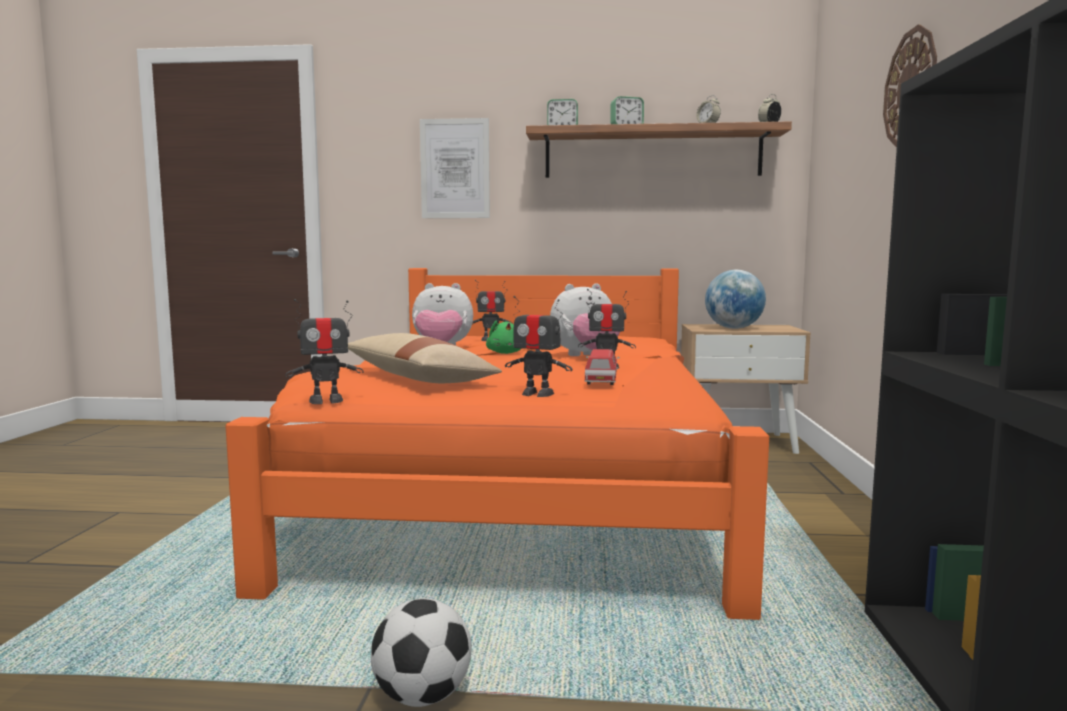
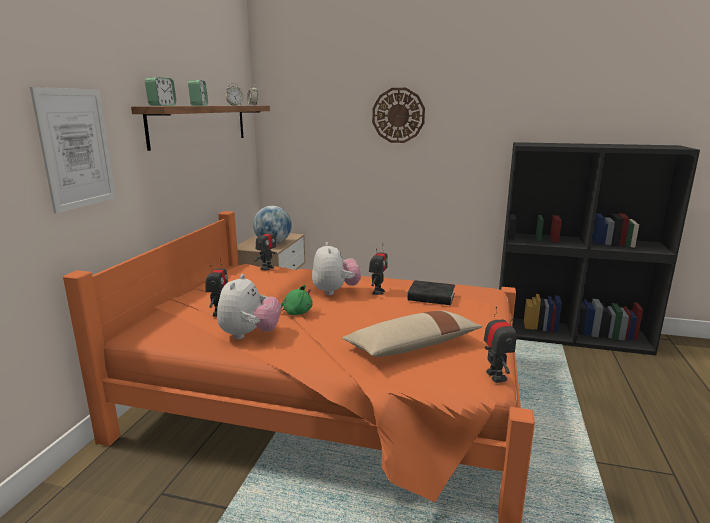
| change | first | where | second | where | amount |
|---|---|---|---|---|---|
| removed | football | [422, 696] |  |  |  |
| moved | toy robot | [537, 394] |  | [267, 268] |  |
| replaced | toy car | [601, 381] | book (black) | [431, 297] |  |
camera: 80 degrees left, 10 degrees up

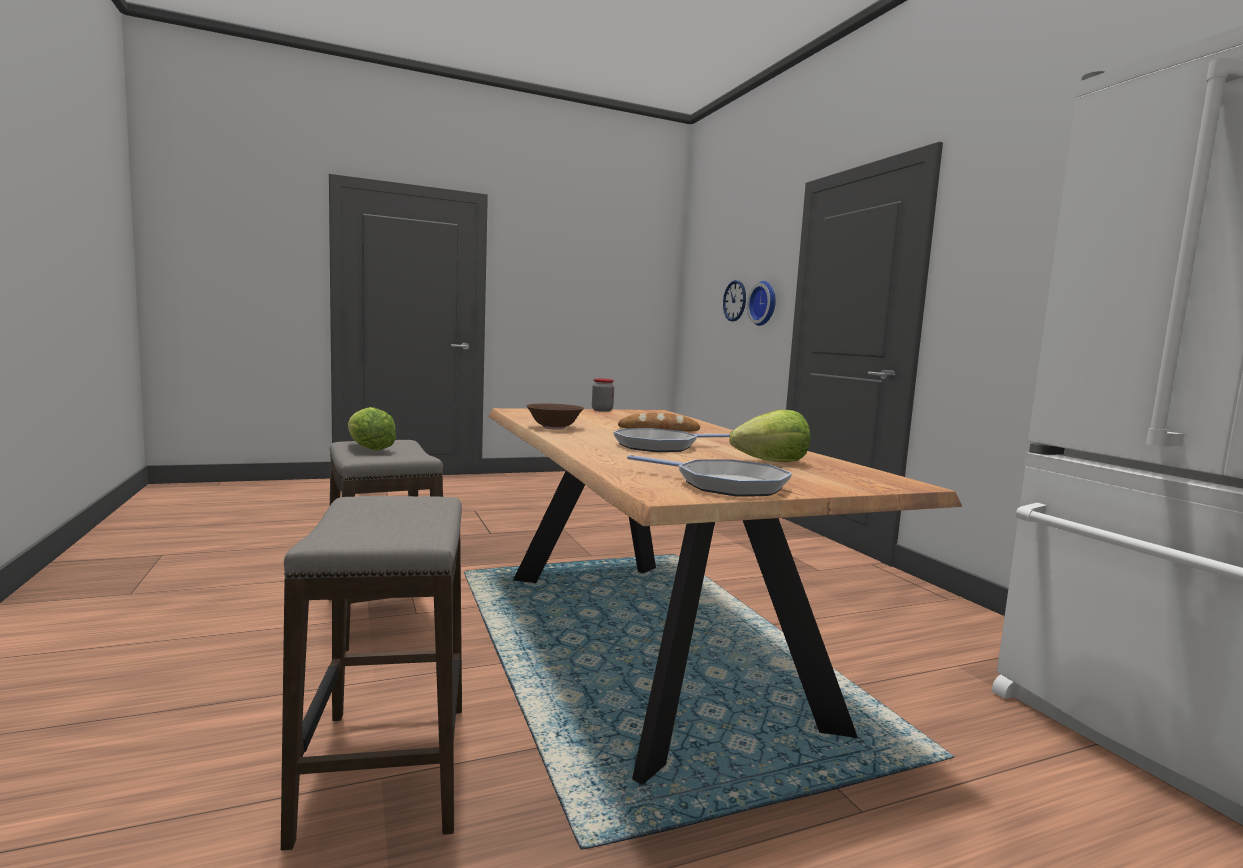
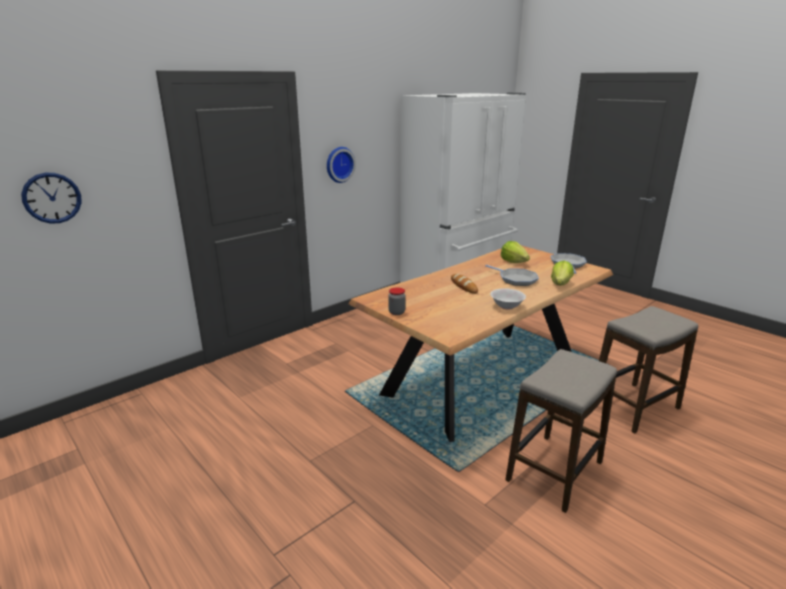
| change | first | where | second | where | amount |
|---|---|---|---|---|---|
| moved | lettuce | [368, 448] |  | [560, 284] |  |
| recoloured | bowl (brown) | [554, 427] | bowl (white) | [506, 306] |  |
| moved | wall clock | [764, 303] |  | [339, 164] |  |
camera: 110 degrees left, 15 degrees up

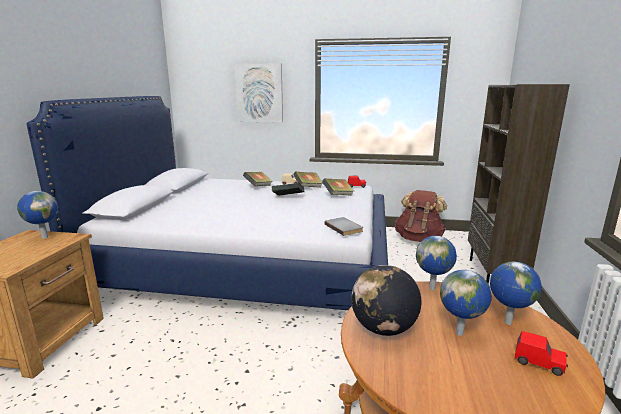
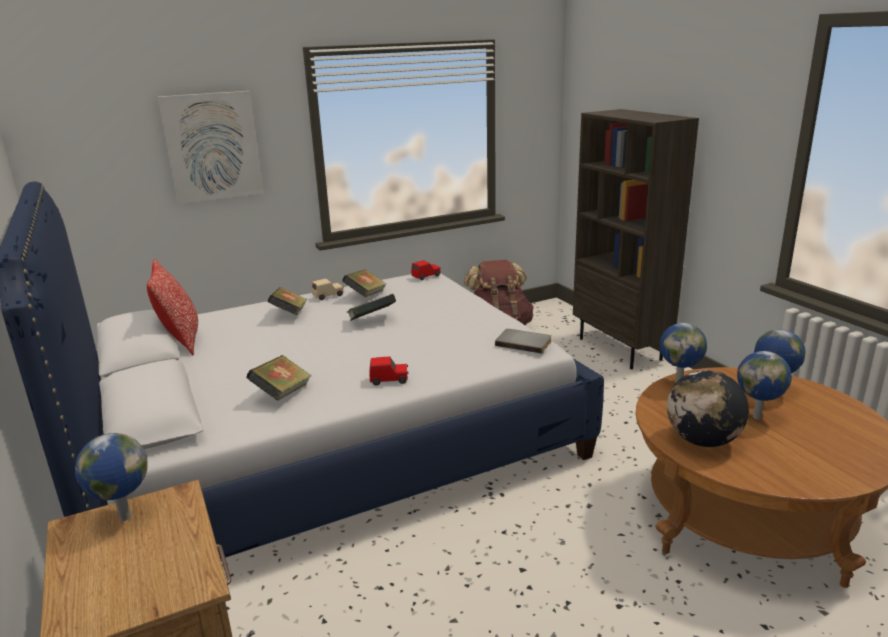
| change | first | where | second | where | amount |
|---|---|---|---|---|---|
| moved | book | [338, 195] |  | [282, 393] |  |
| moved | toy car (red) | [539, 363] |  | [389, 380] |  |
| added |  |  | pillow | [181, 340] |  |
camera: 35 degrees left, 5 degrees up

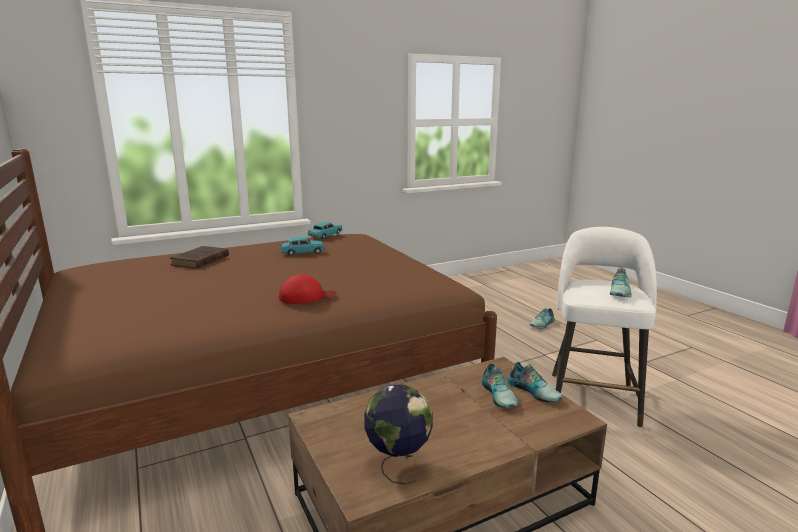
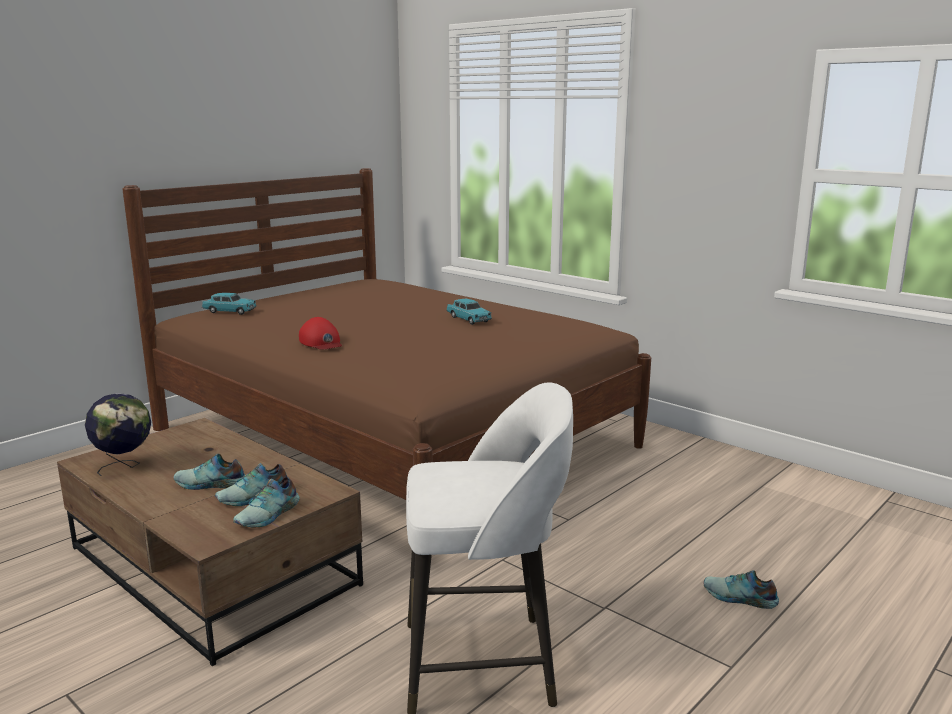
| change | first | where | second | where | amount |
|---|---|---|---|---|---|
| removed | book (brown) | [199, 261] |  |  |  |
| moved | toy car (turquoise) | [325, 236] |  | [229, 311] |  |
| moved | shoe | [620, 291] |  | [210, 484] |  |
camera: 70 degrees right, 0 degrees up

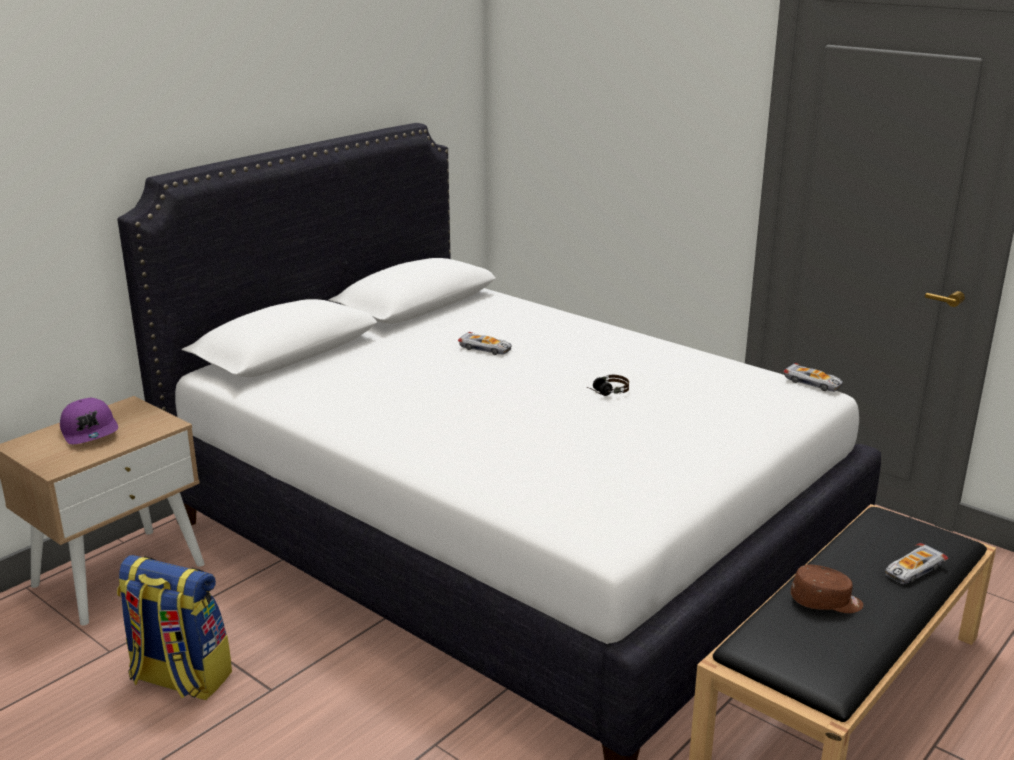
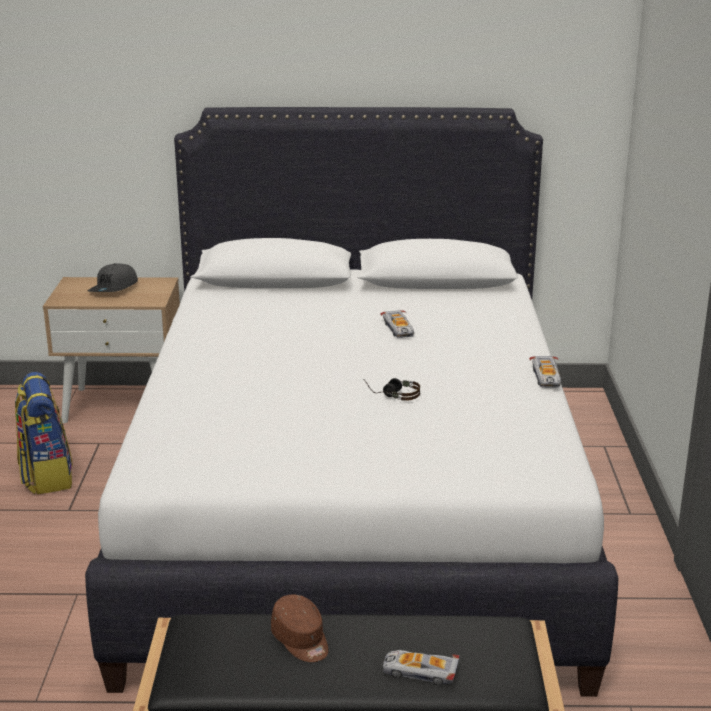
| change | first | where | second | where | amount |
|---|---|---|---|---|---|
| recoloured | cap (purple) | [90, 432] | cap (grey) | [114, 288] |  |
| moved | toy car | [813, 383] |  | [546, 377] |  |
camera: 50 degrees right, 0 degrees up

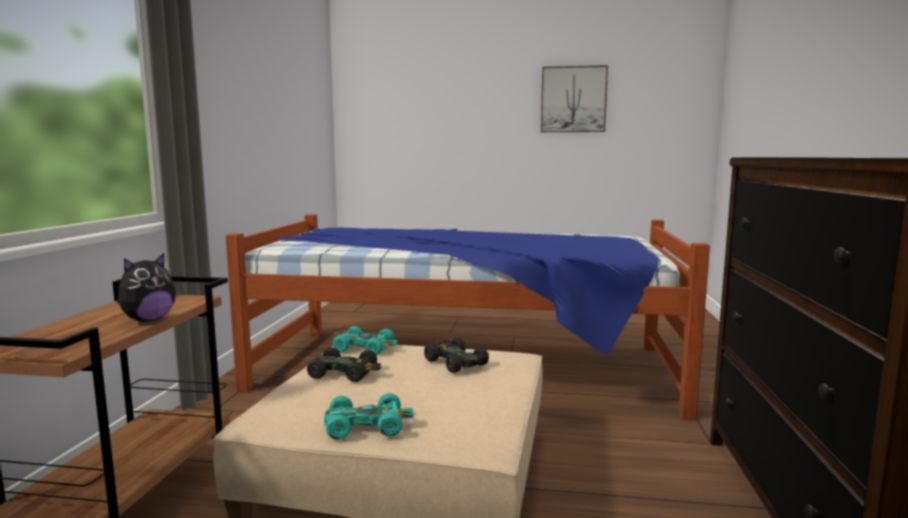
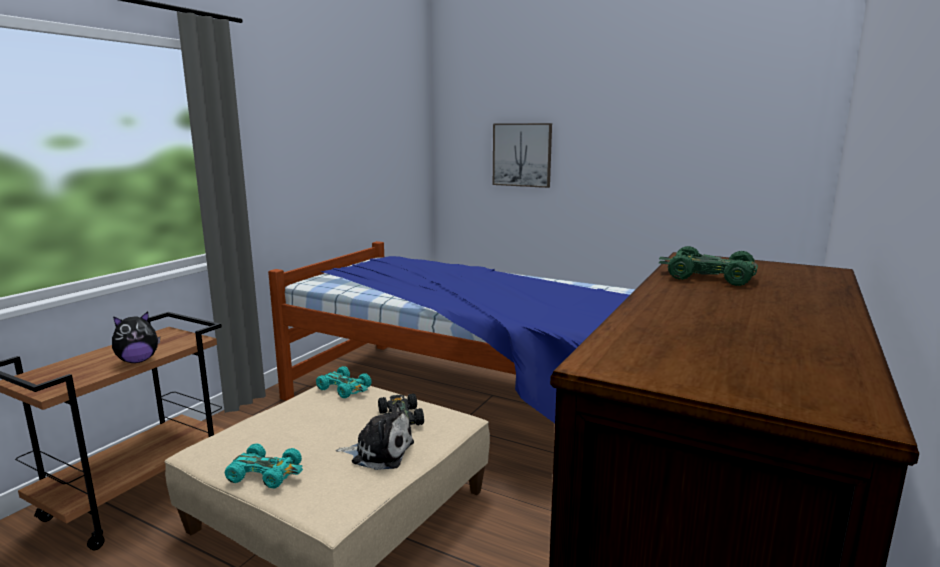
| change | first | where | second | where | amount |
|---|---|---|---|---|---|
| removed | toy car (black) | [344, 373] |  |  |  |
| moved | picture | [573, 99] |  | [522, 155] |  |
| added |  |  | plush toy | [379, 452] |  |
| added |  |  | toy car (green) | [708, 276] |  |
camera: 20 degrees right, 5 degrees up

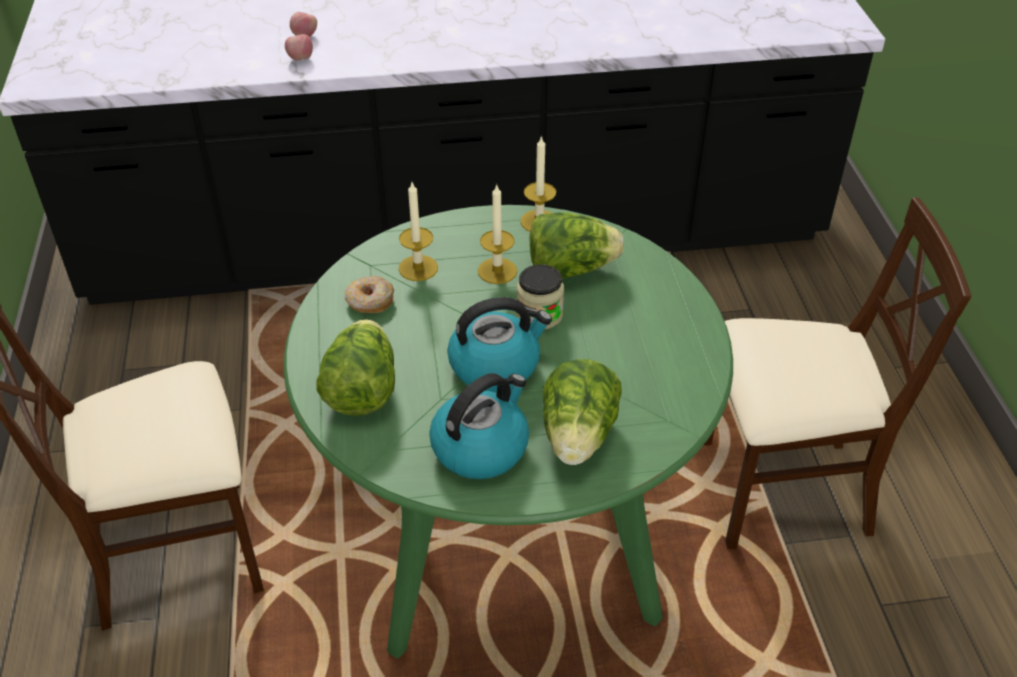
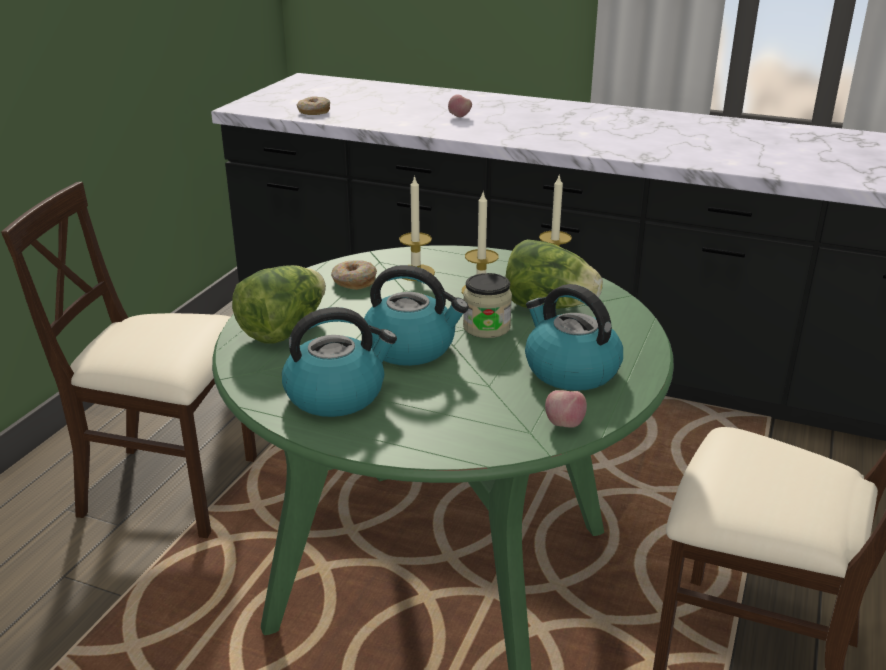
| change | first | where | second | where | amount |
|---|---|---|---|---|---|
| moved | apple | [300, 59] |  | [564, 424] |  |
| removed | lettuce | [578, 437] |  |  |  |
| added |  |  | donut | [314, 112] |  |
| added |  |  | kettle | [570, 370] |  |
camera: 30 degrees right, 15 degrees down

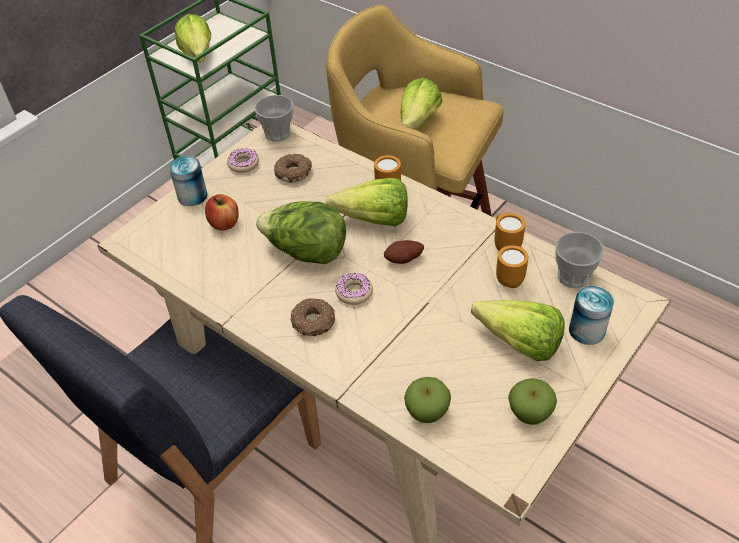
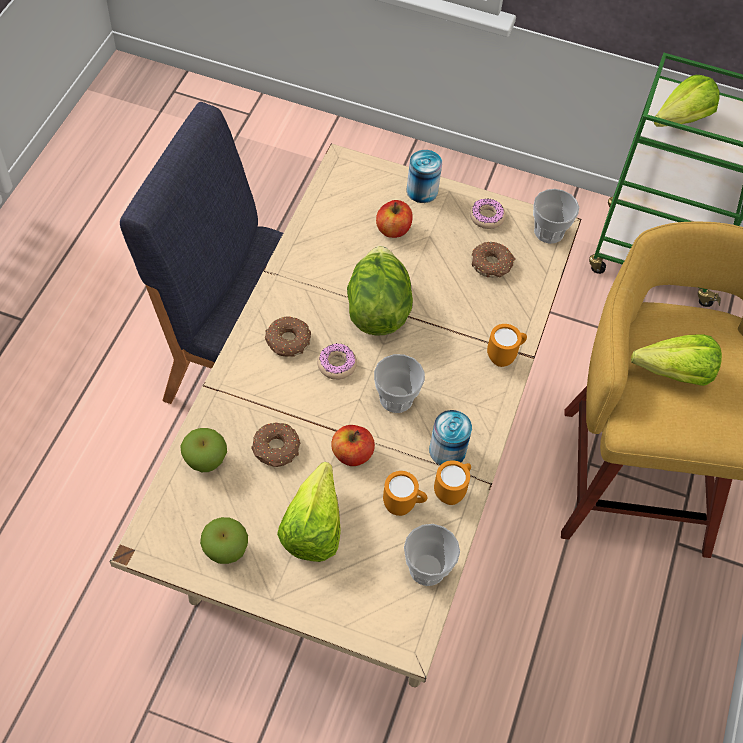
| change | first | where | second | where | amount |
|---|---|---|---|---|---|
| removed | lettuce | [367, 219] |  |  |  |
| replaced | potato | [404, 260] | cup | [396, 398] |  |
| moved | can | [586, 330] |  | [447, 450] |  |
| added |  |  | donut | [276, 449] |  |
| added |  |  | apple | [352, 454] |  |
camera: 65 degrees right, 10 degrees up

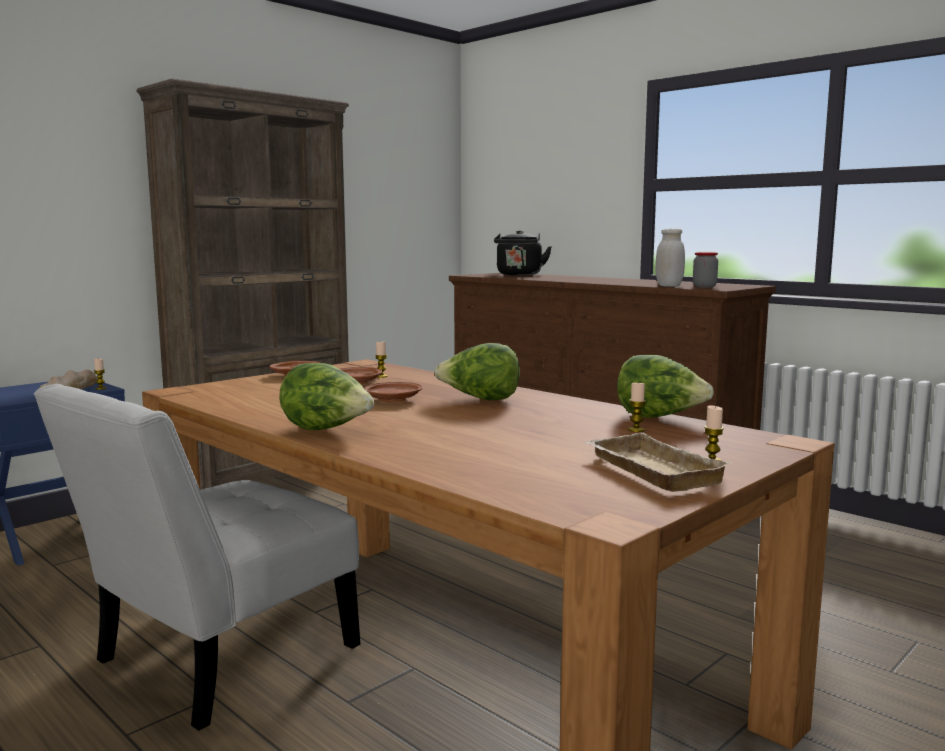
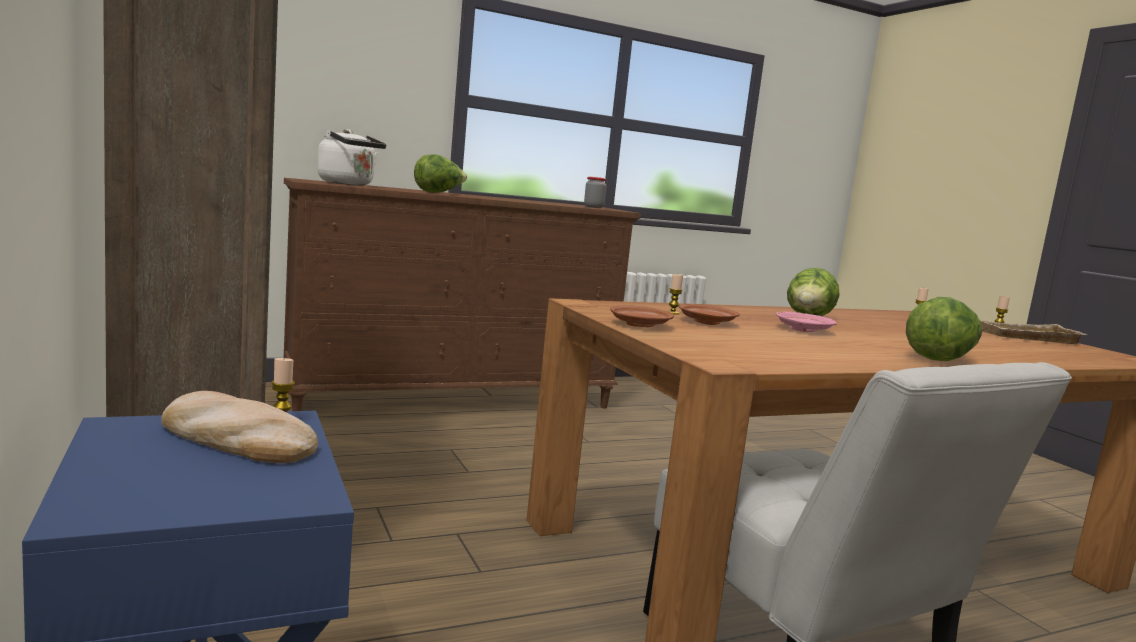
| change | first | where | second | where | amount |
|---|---|---|---|---|---|
| recoloured | plate (brown) | [393, 400] | plate (pink) | [803, 329] |  |
| recoloured | kettle (black) | [519, 275] | kettle (white) | [349, 184] |  |
| moved | lettuce | [659, 418] |  | [438, 193] |  |
| removed | jar (white) | [669, 286] |  |  |  |
camera: 70 degrees left, 0 degrees up

